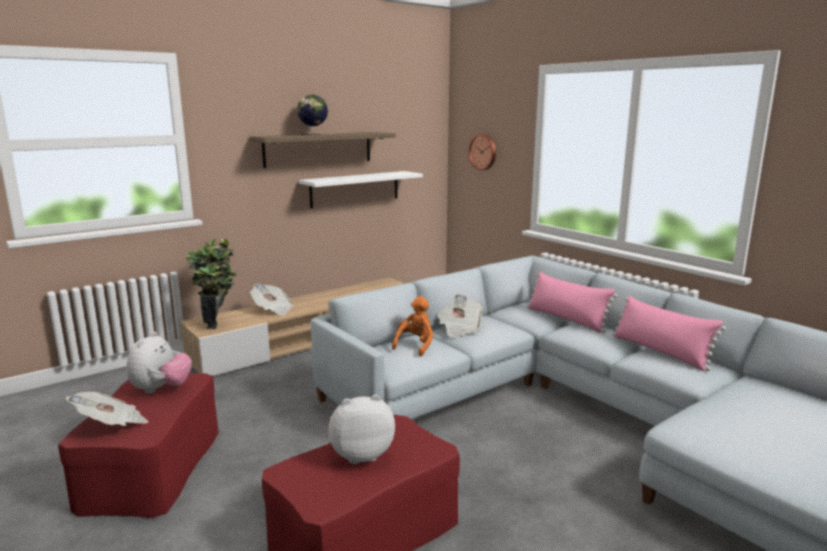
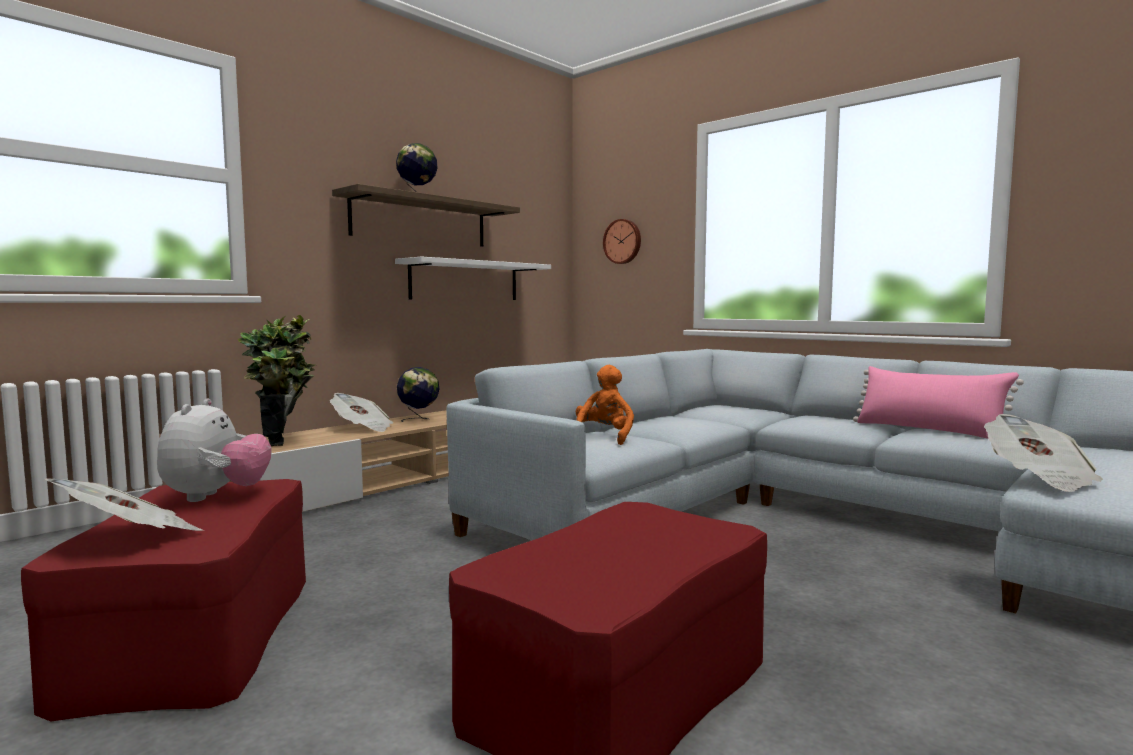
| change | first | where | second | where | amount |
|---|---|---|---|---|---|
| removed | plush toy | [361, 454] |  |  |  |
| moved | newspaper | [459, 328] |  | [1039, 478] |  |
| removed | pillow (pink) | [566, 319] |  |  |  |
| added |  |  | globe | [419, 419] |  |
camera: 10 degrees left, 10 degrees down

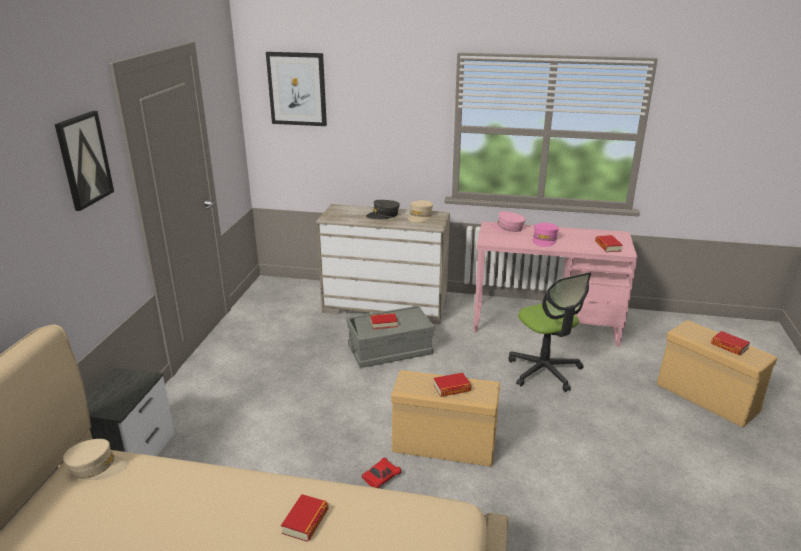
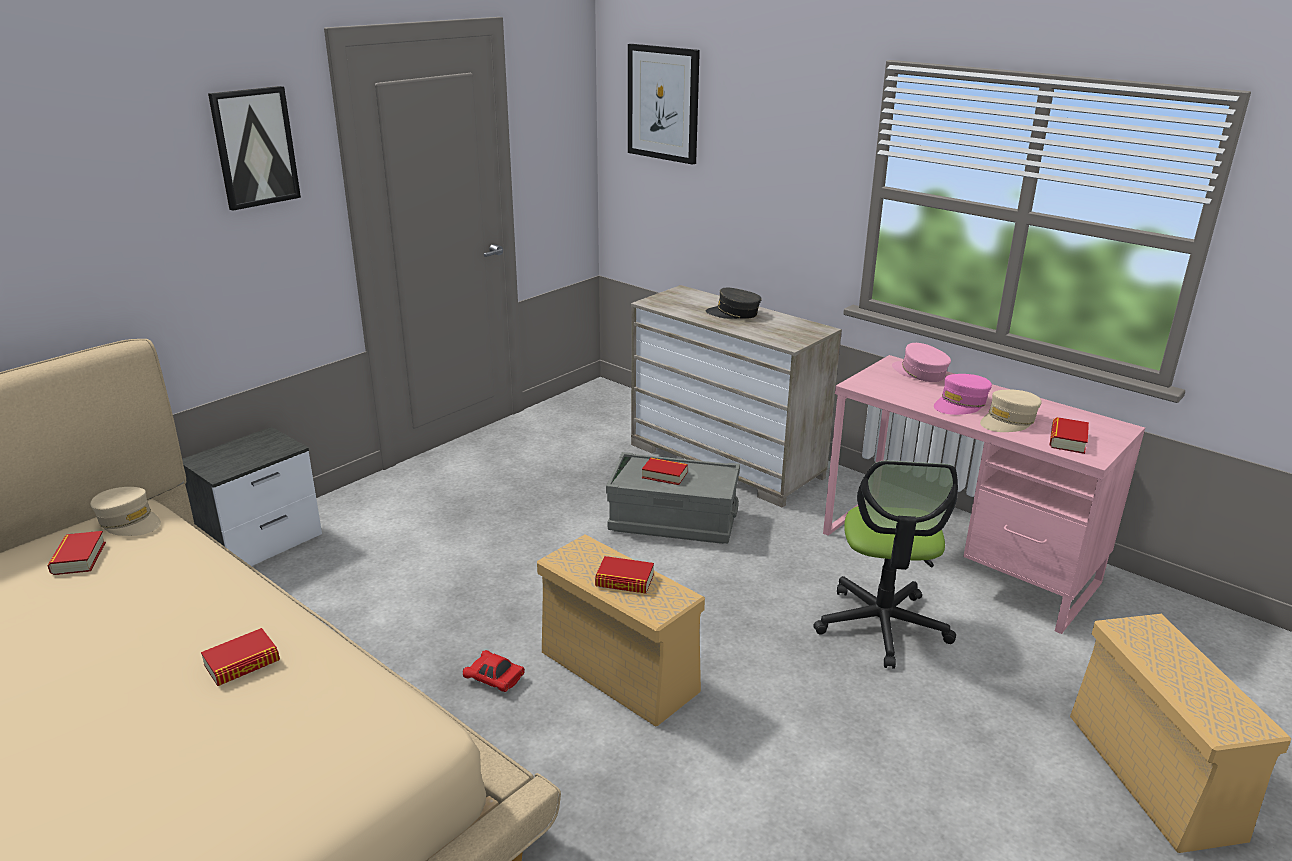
| change | first | where | second | where | amount |
|---|---|---|---|---|---|
| turned | toy car (red) | [381, 478] |  | [495, 679] | 135 degrees counterclockwise |
| moved | cap (beige) | [420, 216] |  | [1008, 421] |  |
| moved | book | [729, 346] |  | [78, 558] |  |
camera: 30 degrees right, 0 degrees up

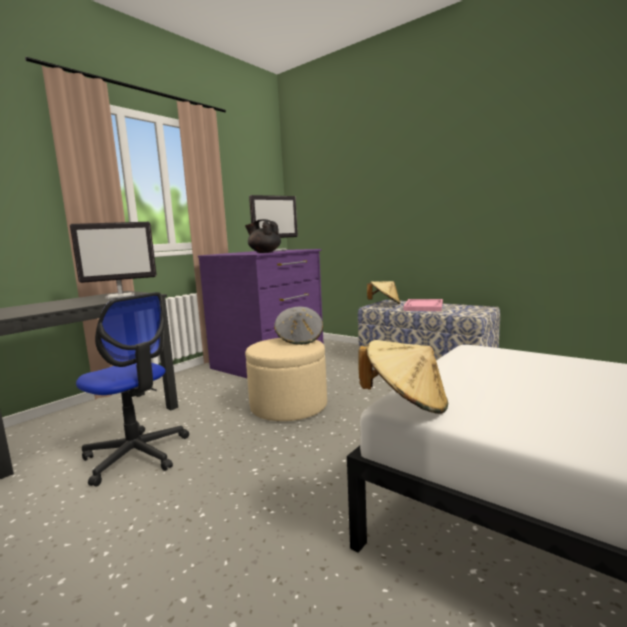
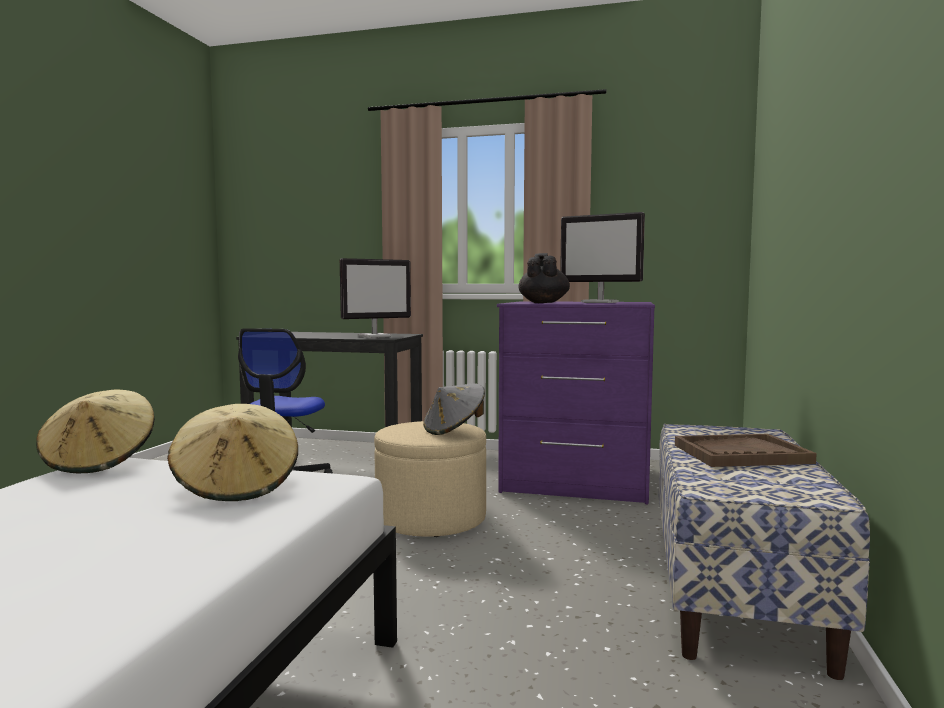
| change | first | where | second | where | amount |
|---|---|---|---|---|---|
| turned | monitor | [121, 296] |  | [375, 336] | 75 degrees counterclockwise |
| moved | hat (beige) | [385, 304] |  | [237, 487] |  |
| recoloured | tray (pink) | [423, 307] | tray (brown) | [741, 454] |  |
camera: 65 degrees right, 5 degrees down

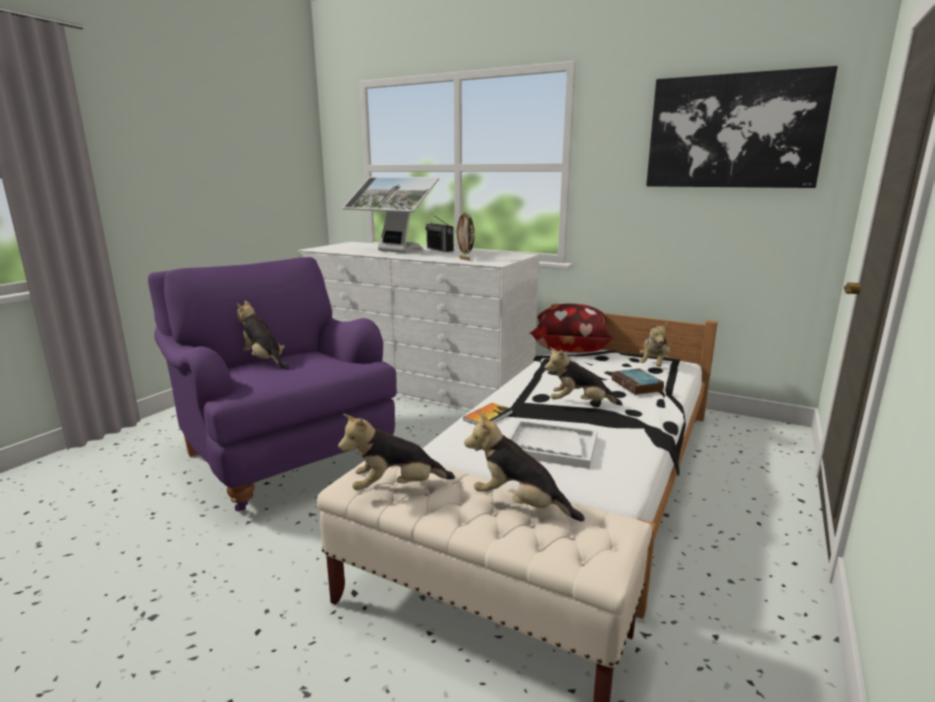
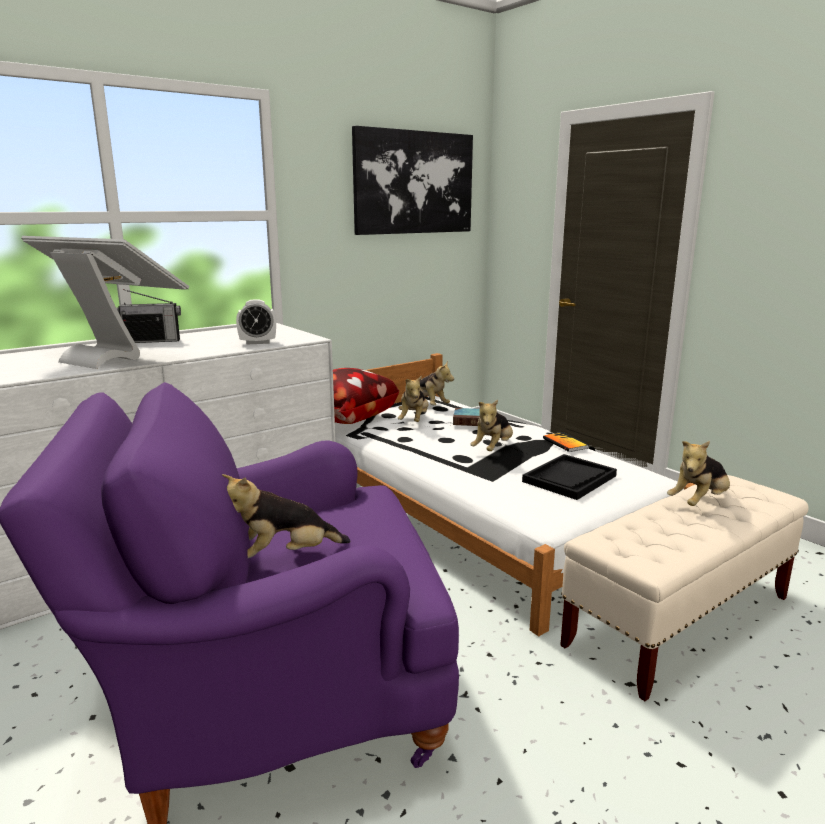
| change | first | where | second | where | amount |
|---|---|---|---|---|---|
| moved | plush toy | [396, 488] |  | [414, 420] |  |
| turned | monitor | [393, 252] |  | [115, 356] | 120 degrees counterclockwise |
| replaced | picture frame | [465, 259] | alarm clock | [258, 342] |  |
| moved | book | [488, 416] |  | [565, 443] |  |
| recoloured | tray (white) | [550, 446] | tray (black) | [569, 479] |  |
camera: 65 degrees left, 0 degrees up

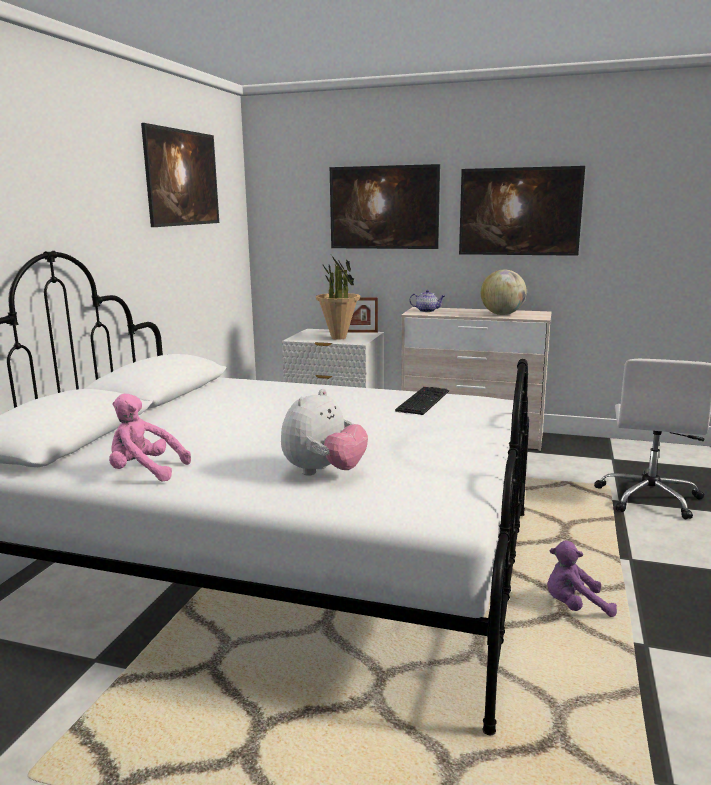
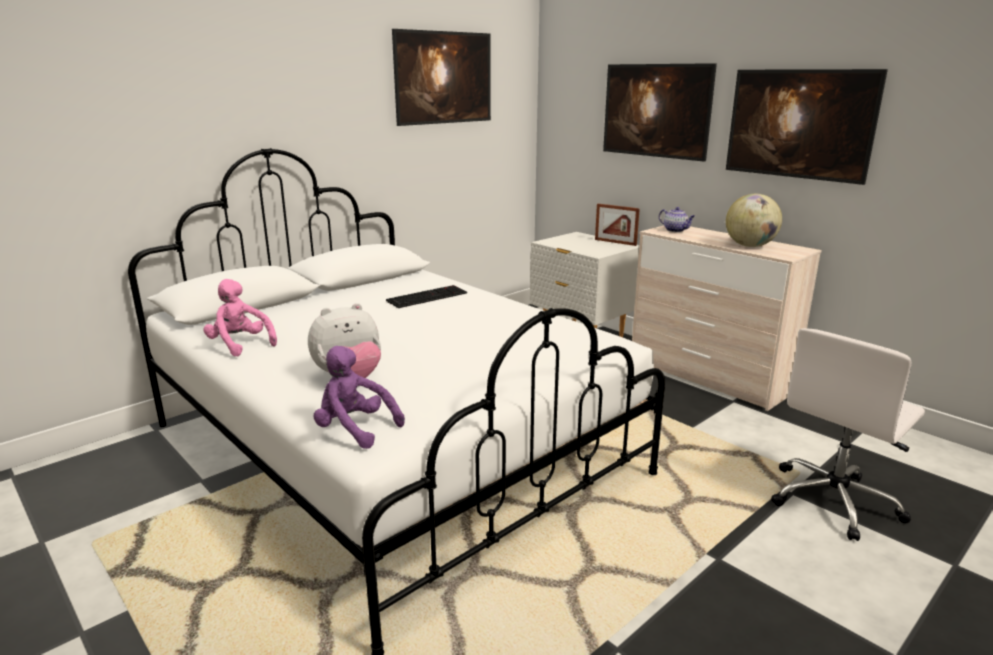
| change | first | where | second | where | amount |
|---|---|---|---|---|---|
| removed | potted plant | [339, 338] |  |  |  |
| moved | keyboard | [422, 400] |  | [427, 296] |  |
| moved | plush toy (purple) | [574, 606] |  | [354, 429] |  |
camera: 30 degrees right, 5 degrees up

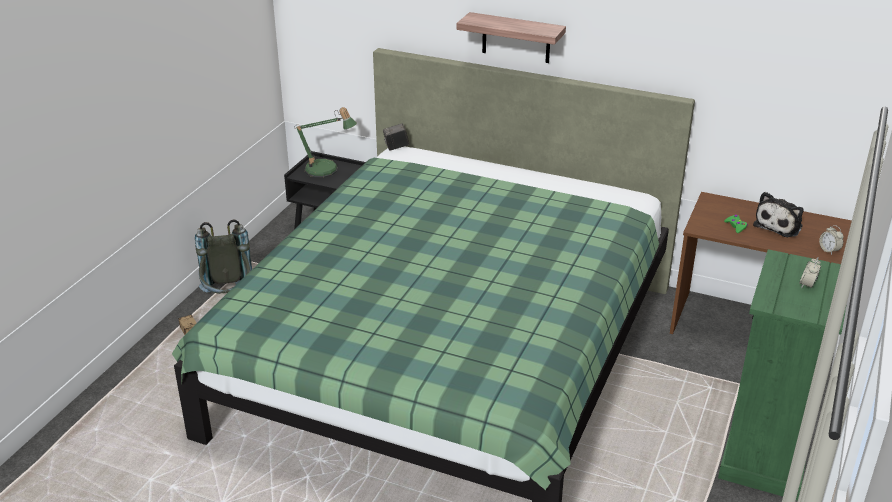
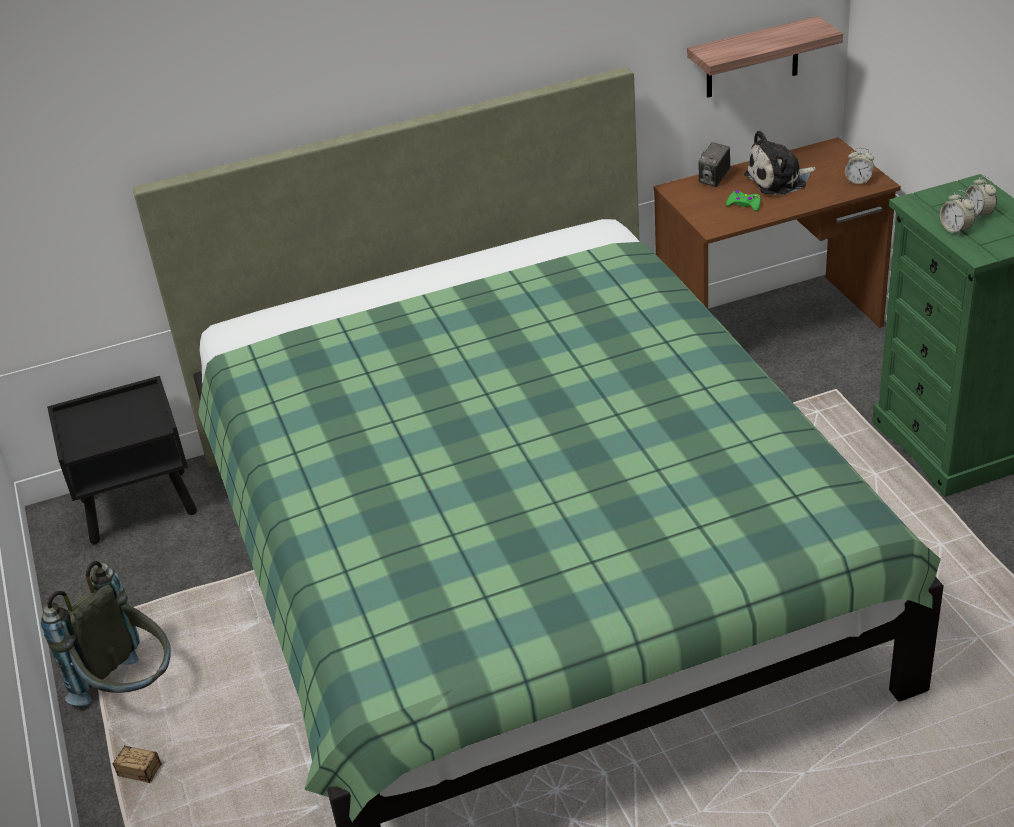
| change | first | where | second | where | amount |
|---|---|---|---|---|---|
| removed | table lamp | [326, 171] |  |  |  |
| moved | photo camera | [396, 147] |  | [714, 180] |  |
| moved | shelf | [516, 38] |  | [752, 58] |  |
| turned | plush toy | [779, 225] |  | [779, 180] | 75 degrees clockwise |
| added |  |  | alarm clock | [955, 230] |  |
camera: 40 degrees left, 5 degrees up

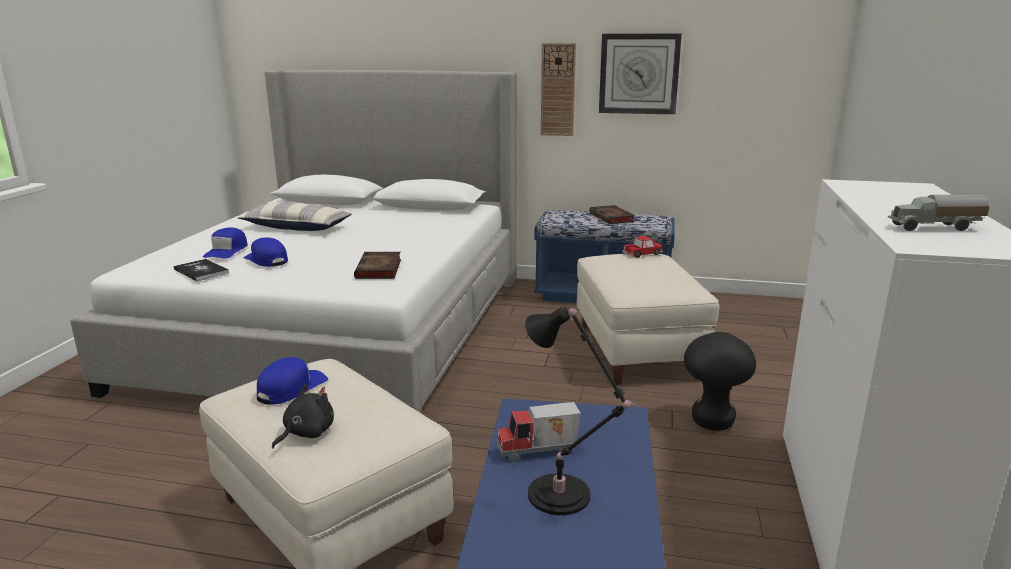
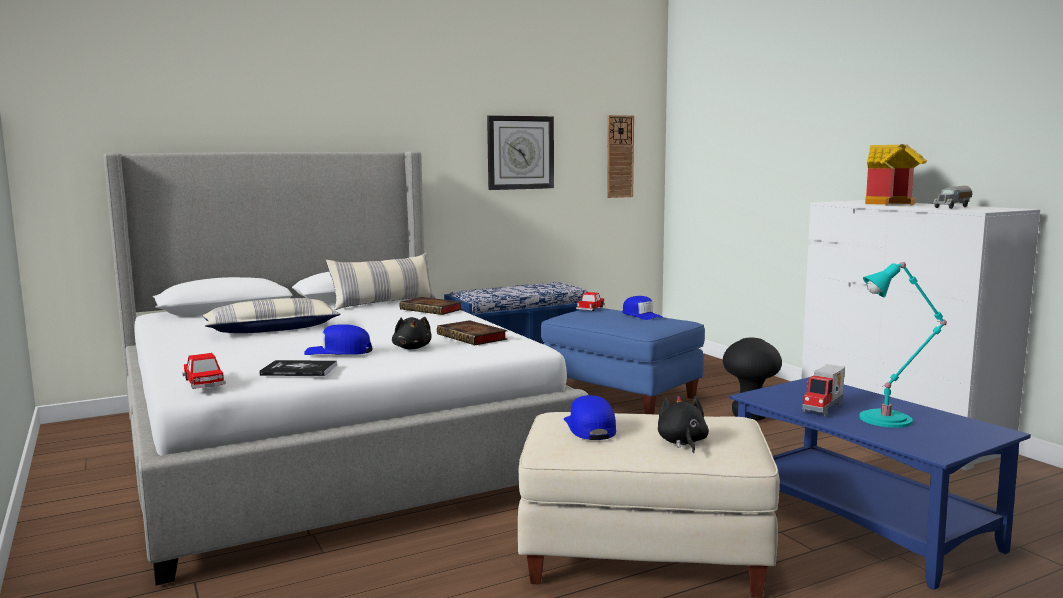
| change | first | where | second | where | amount |
|---|---|---|---|---|---|
| moved | cap (blue) | [227, 251] |  | [641, 315] |  |
| recoloured | table lamp (black) | [563, 497] | table lamp (turquoise) | [890, 419] |  |
| moved | wall clock | [558, 90] |  | [619, 156] |  |
| recoloured | ottoman (beige) | [636, 351] | ottoman (blue) | [619, 394] |  |
| moved | book | [612, 218] |  | [433, 310] |  |
| added |  |  | toy car | [204, 382] |  |
| added |  |  | pillow | [384, 303] |  |
| added |  |  | plush toy (black) | [412, 348] |  |
| added |  |  | toy house | [896, 204] |  |
camera: 40 degrees left, 10 degrees down

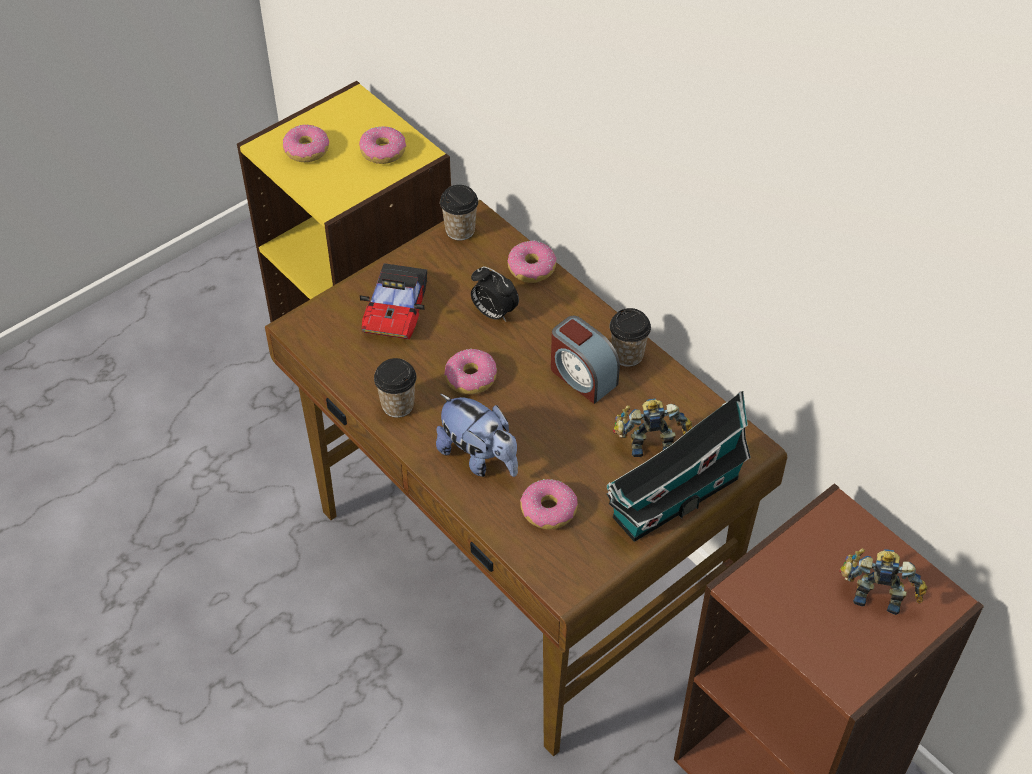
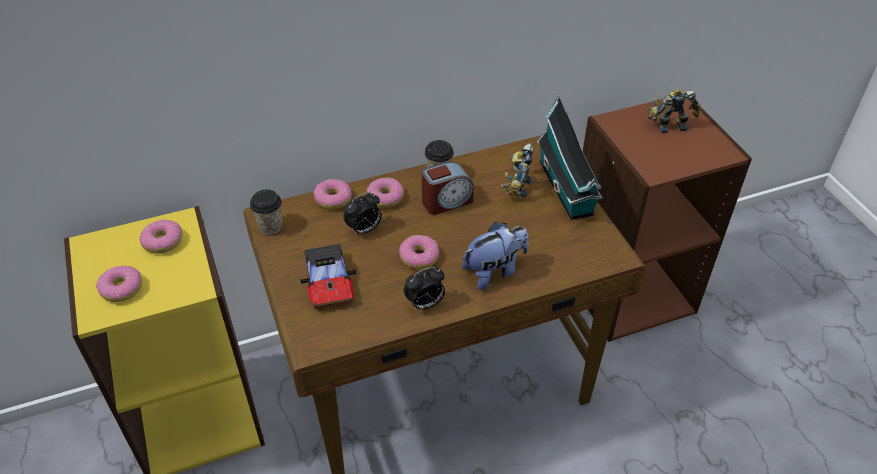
| change | first | where | second | where | amount |
|---|---|---|---|---|---|
| turned | toy car | [396, 310] |  | [329, 282] | 45 degrees clockwise |
| replaced | cup | [397, 405] | alarm clock | [425, 304] |  |
| moved | donut | [548, 510] |  | [385, 198] |  |
| turned | toy robot | [877, 593] |  | [669, 125] | 45 degrees clockwise |
camera: 70 degrees left, 5 degrees down

